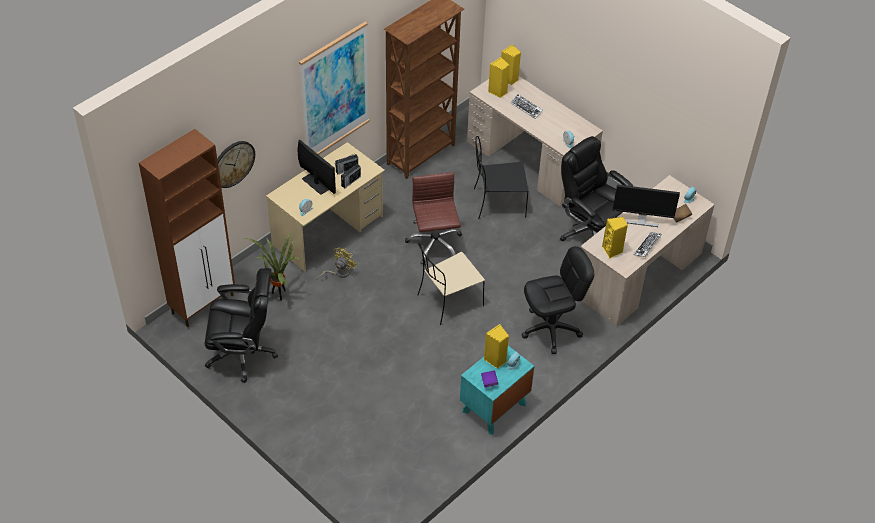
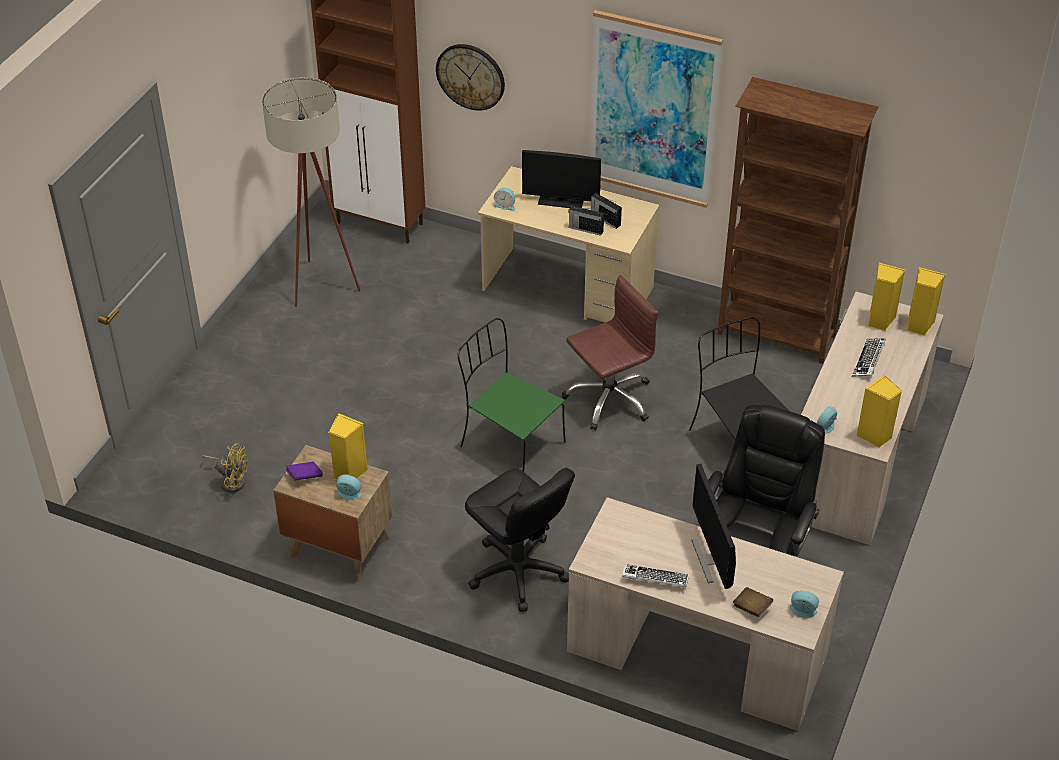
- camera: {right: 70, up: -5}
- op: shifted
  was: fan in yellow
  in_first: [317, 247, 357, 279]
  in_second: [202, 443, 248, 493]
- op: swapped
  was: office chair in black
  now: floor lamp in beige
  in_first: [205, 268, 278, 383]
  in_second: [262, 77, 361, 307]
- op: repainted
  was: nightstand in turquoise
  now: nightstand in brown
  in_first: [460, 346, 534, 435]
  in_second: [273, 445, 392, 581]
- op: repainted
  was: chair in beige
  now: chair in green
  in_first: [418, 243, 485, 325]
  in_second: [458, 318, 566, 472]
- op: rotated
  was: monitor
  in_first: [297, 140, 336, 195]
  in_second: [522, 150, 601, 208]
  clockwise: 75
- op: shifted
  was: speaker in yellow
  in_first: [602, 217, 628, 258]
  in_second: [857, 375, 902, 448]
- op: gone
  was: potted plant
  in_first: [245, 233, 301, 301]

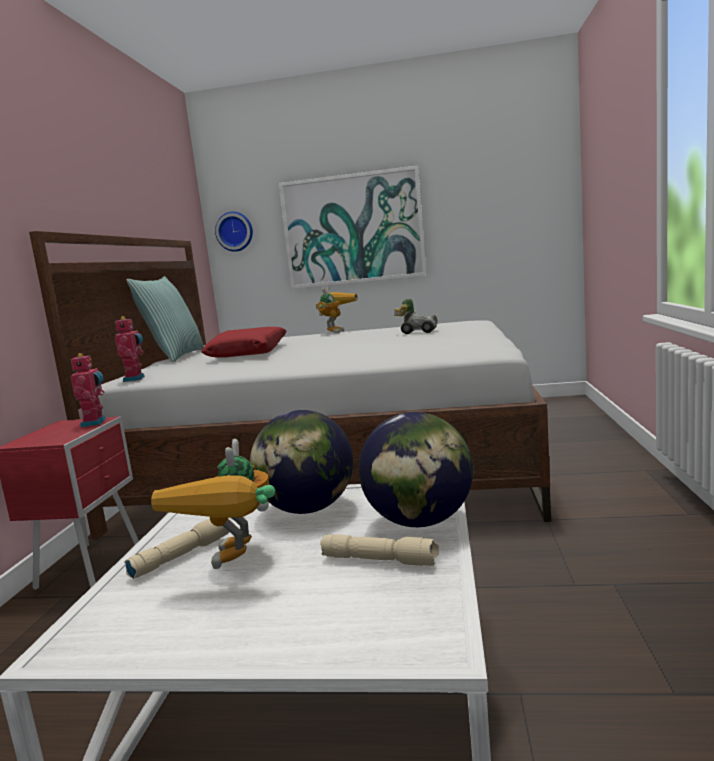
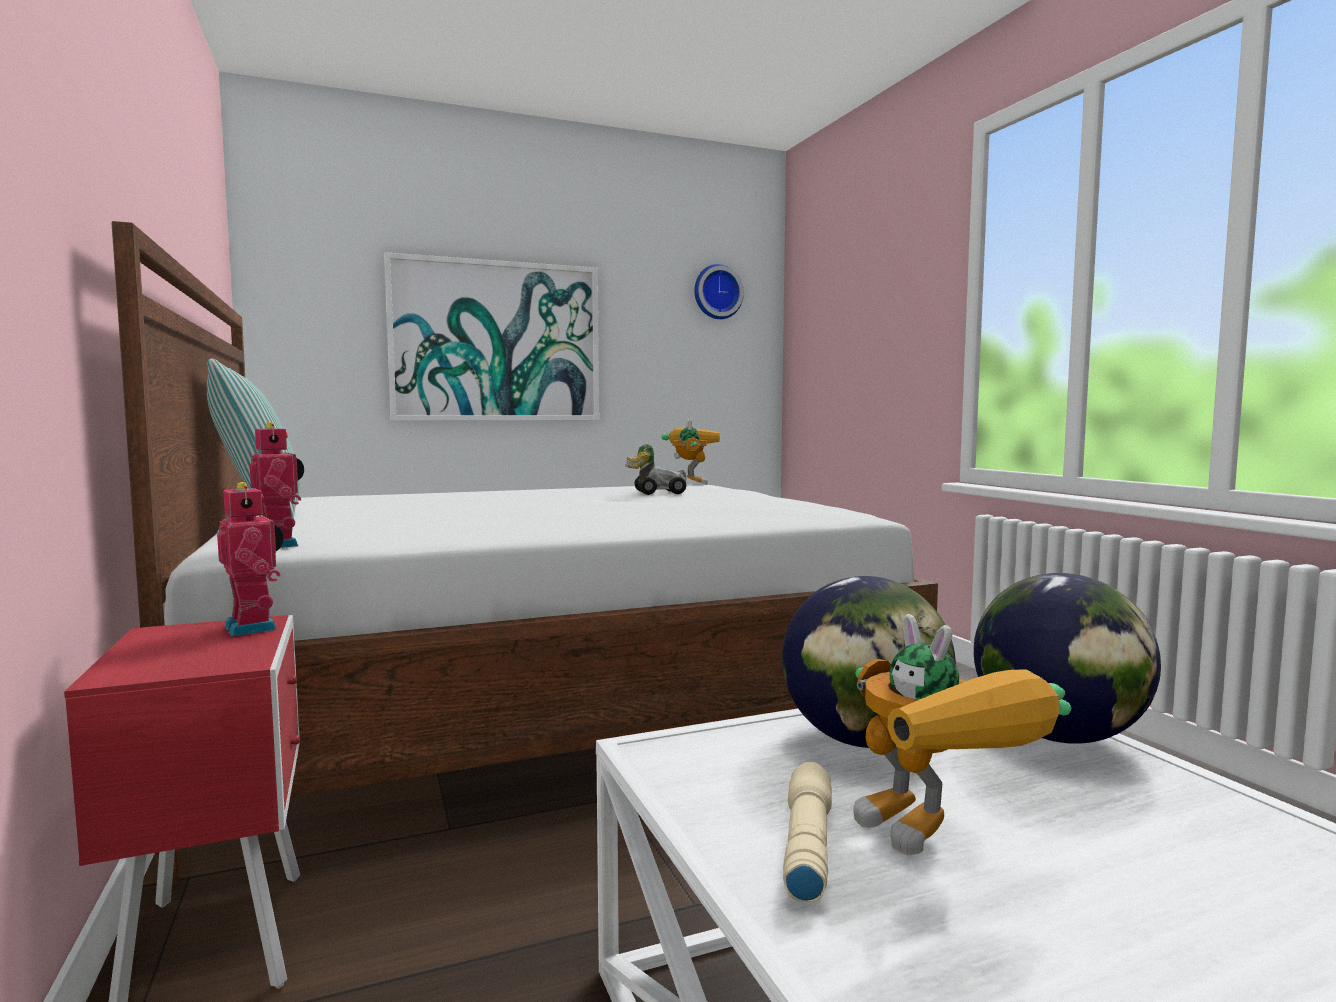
- camera: {right: -30, up: -5}
- op: shifted
  was: toy robot
  in_first: [316, 287, 358, 334]
  in_second: [661, 419, 720, 485]
- op: shifted
  was: wall clock
  in_first: [215, 212, 253, 252]
  in_second: [694, 264, 744, 319]
- op: gone
  was: pillow in red
  in_first: [201, 327, 286, 358]
- op: gone
  was: flashlight in beige
  in_first: [320, 534, 439, 566]

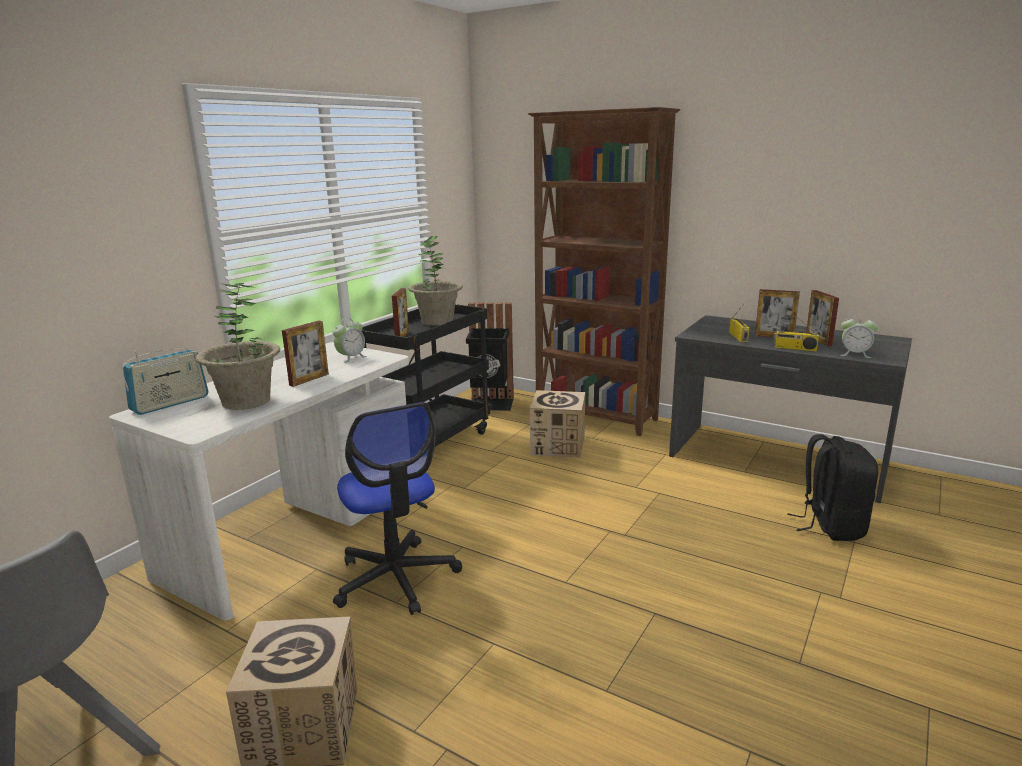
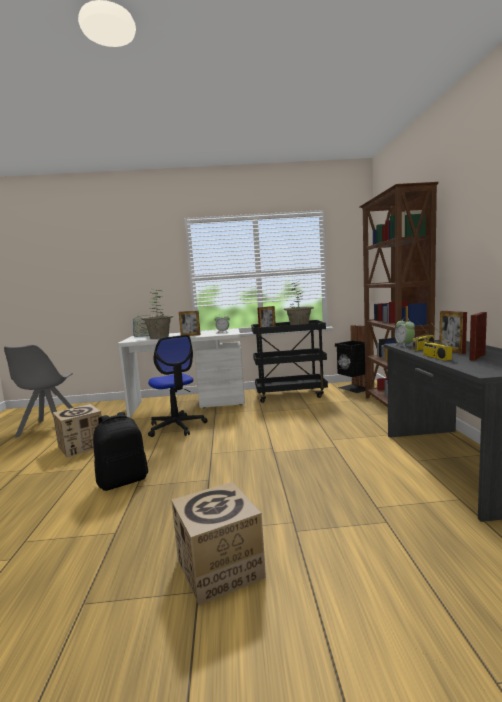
- camera: {right: 55, up: -10}
- op: shifted
  was: backpack in black
  in_first: [787, 434, 878, 541]
  in_second: [93, 412, 148, 491]
- op: rotated
  was: office chair
  in_first: [333, 402, 462, 615]
  in_second: [148, 335, 207, 437]
  clockwise: -60
- op: shifted
  was: cardboard box
  in_first: [530, 390, 585, 458]
  in_second: [171, 482, 266, 605]
- op: shifted
  was: alarm clock
  in_first: [840, 314, 878, 358]
  in_second: [395, 317, 415, 348]

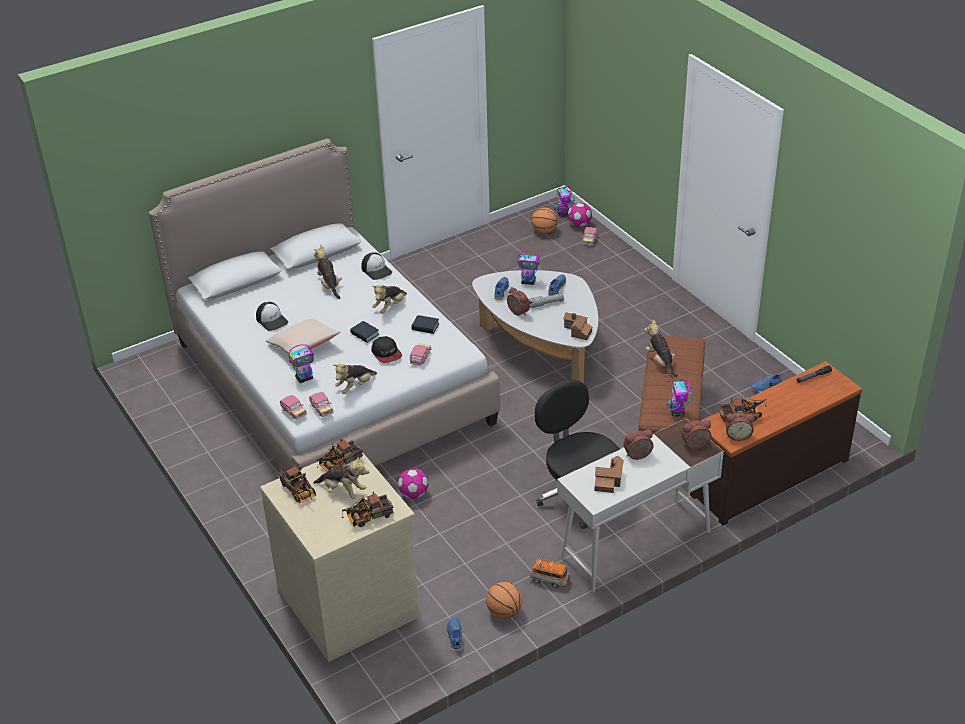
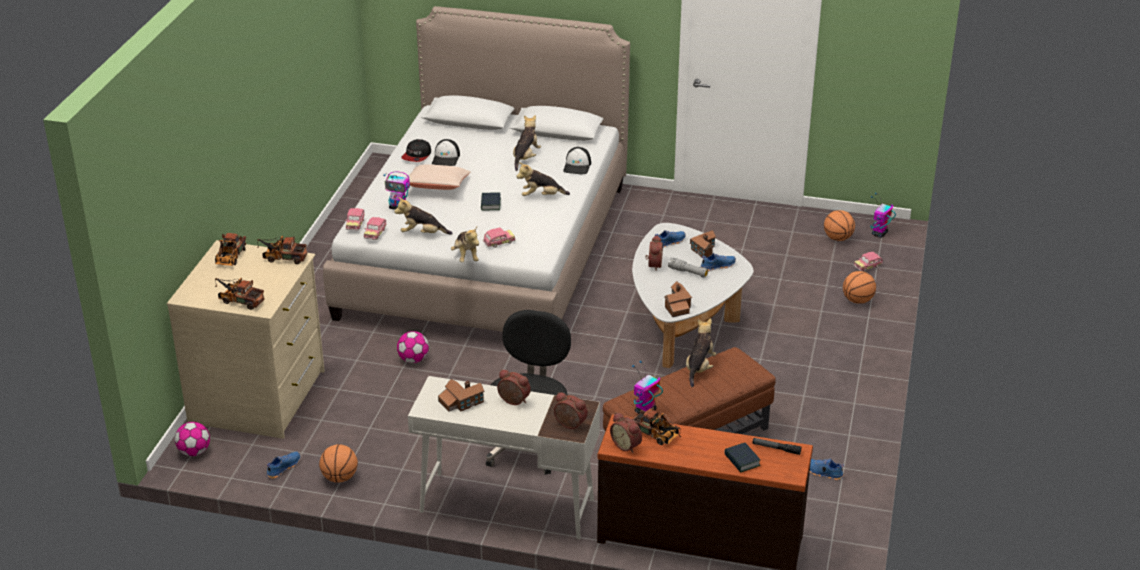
- camera: {right: 45, up: -5}
- op: shifted
  was: football
  in_first: [568, 203, 592, 227]
  in_second: [175, 422, 210, 456]
- op: shifted
  was: cap
  in_first: [371, 336, 402, 363]
  in_second: [401, 139, 431, 162]
- op: shifted
  was: plush toy
  in_first: [313, 455, 369, 499]
  in_second: [451, 227, 479, 262]
- op: swapped
  was: toy robot
  now: toy house
  in_first: [517, 251, 540, 285]
  in_second: [690, 230, 716, 257]
- op: shifted
  was: book
  in_first: [411, 315, 439, 334]
  in_second: [724, 443, 760, 473]
- op: new
  now: basketball
  in_second: [843, 271, 876, 304]
- op: gone
  was: toy car
  in_first: [529, 558, 570, 588]

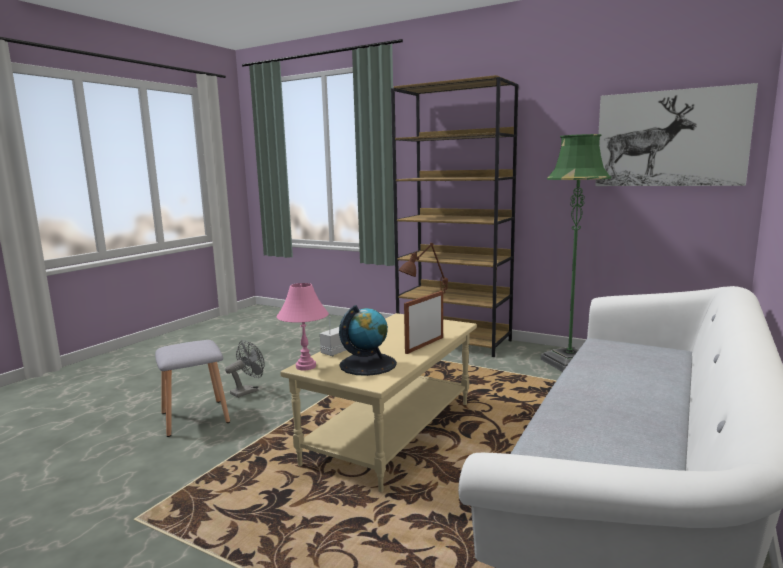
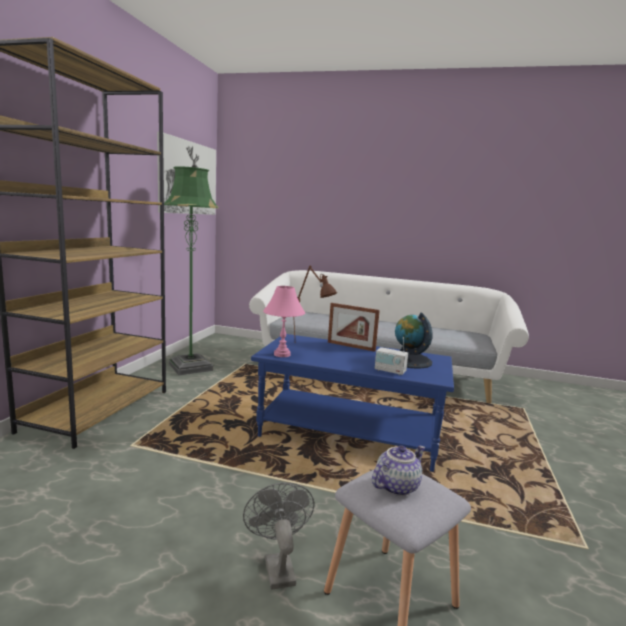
- camera: {right: -105, up: 0}
- op: rotated
  was: fan in grey
  in_first: [225, 340, 265, 398]
  in_second: [243, 482, 315, 590]
  clockwise: 45
- op: repainted
  was: coffee table in beige
  now: coffee table in blue
  in_first: [280, 313, 477, 492]
  in_second: [251, 334, 454, 472]
- op: shifted
  was: table lamp in pink
  in_first: [277, 283, 329, 370]
  in_second: [263, 286, 305, 357]
- op: new
  now: teapot
  in_second: [372, 445, 425, 496]

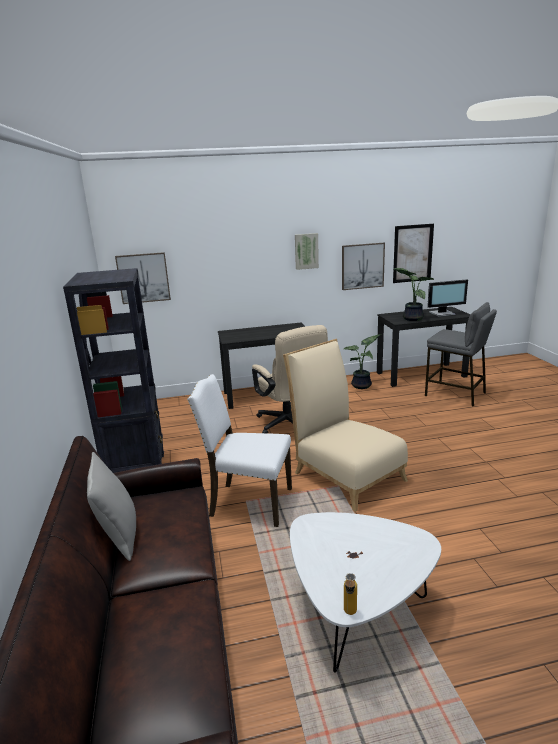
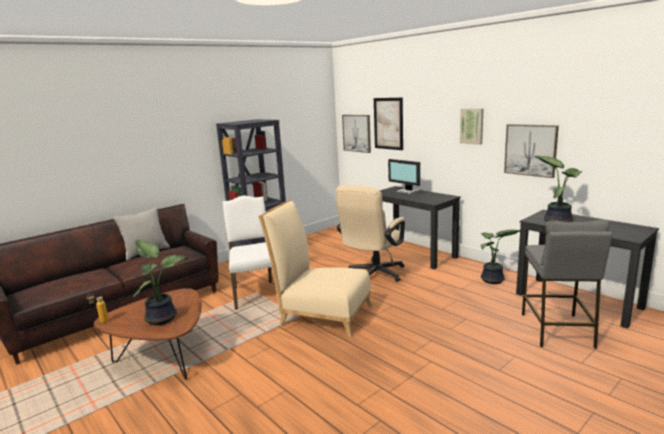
- camera: {right: 60, up: -5}
- op: repainted
  was: coffee table in white
  now: coffee table in brown
  in_first: [290, 512, 441, 673]
  in_second: [94, 288, 202, 379]
- op: new
  now: potted plant
  in_second: [133, 240, 188, 325]
- op: rotated
  was: chair in beige
  in_first: [283, 339, 408, 512]
  in_second: [258, 199, 373, 337]
  clockwise: -90
- op: shifted
  was: picture
  in_first: [393, 224, 434, 283]
  in_second: [374, 98, 403, 150]
- op: shifted
  was: monitor
  in_first: [428, 279, 468, 317]
  in_second: [388, 159, 421, 194]

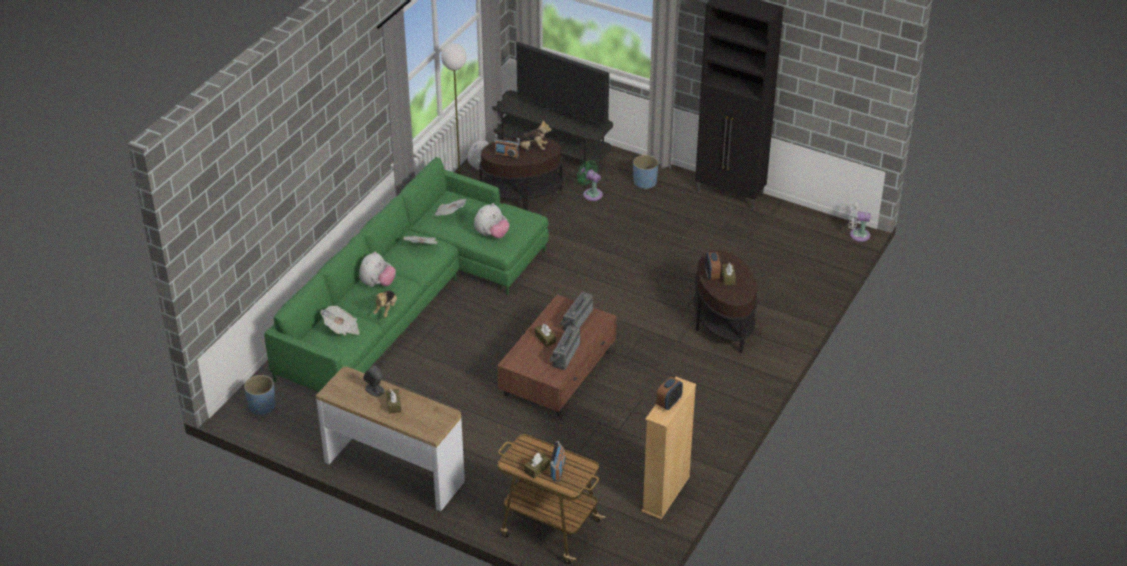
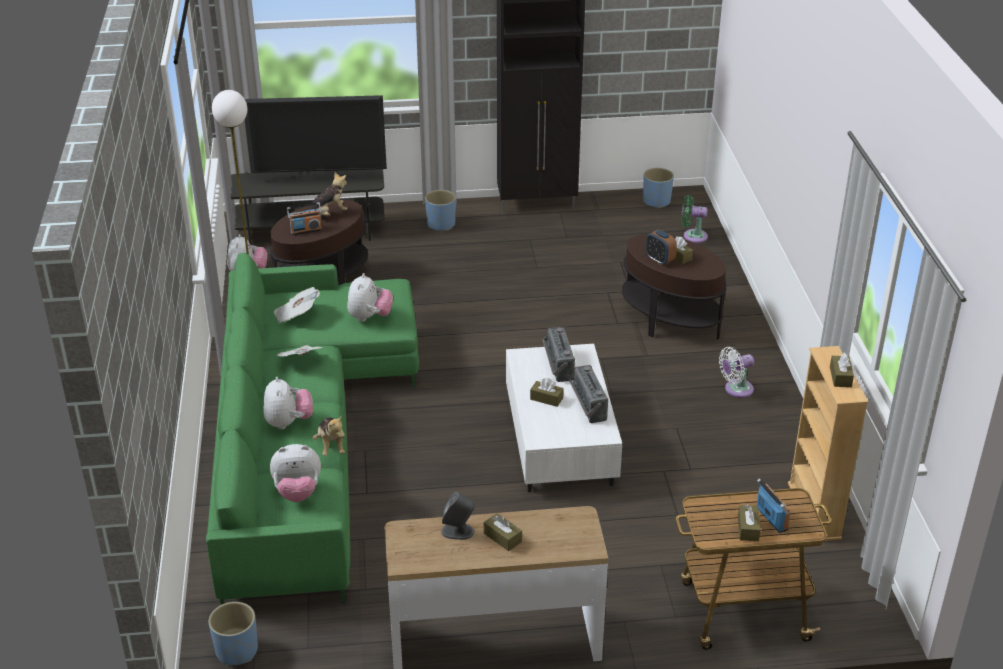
- camera: {right: -35, up: -5}
- op: swapped
  was: newspaper
  now: plush toy
  in_first: [321, 306, 360, 335]
  in_second: [270, 444, 321, 502]
- op: repainted
  was: coffee table in brown
  now: coffee table in white
  in_first: [497, 295, 616, 417]
  in_second: [506, 344, 622, 492]
- op: new
  now: planter in blue
  in_second: [643, 168, 674, 208]
- op: shifted
  was: fan in green
  in_first: [576, 160, 603, 201]
  in_second: [681, 195, 708, 243]
- op: shifted
  was: fan in white
  in_first: [848, 202, 871, 242]
  in_second: [719, 347, 754, 398]
- op: swapped
  was: alarm clock
  now: tissue box in brown
  in_first: [656, 377, 683, 410]
  in_second: [830, 353, 854, 387]

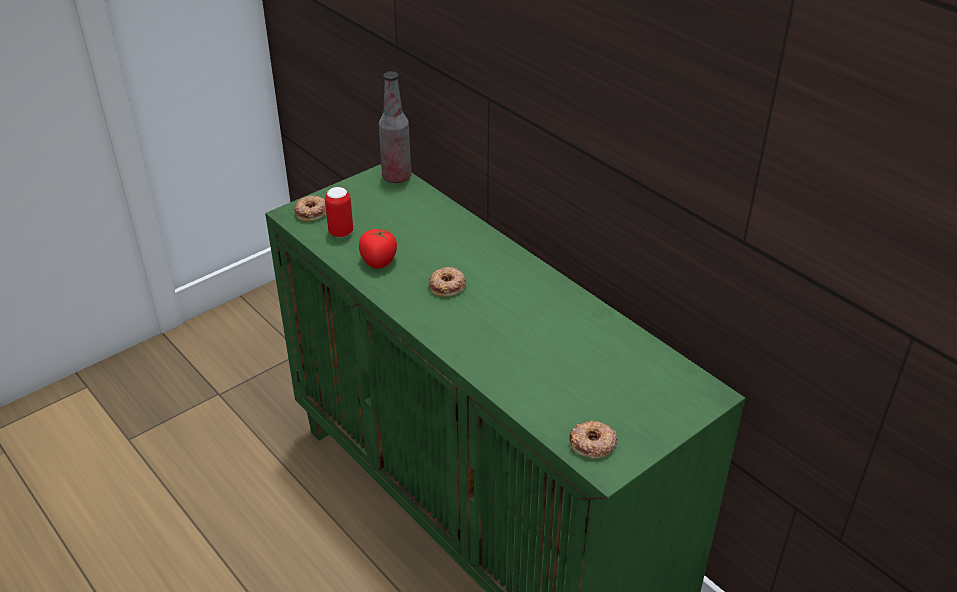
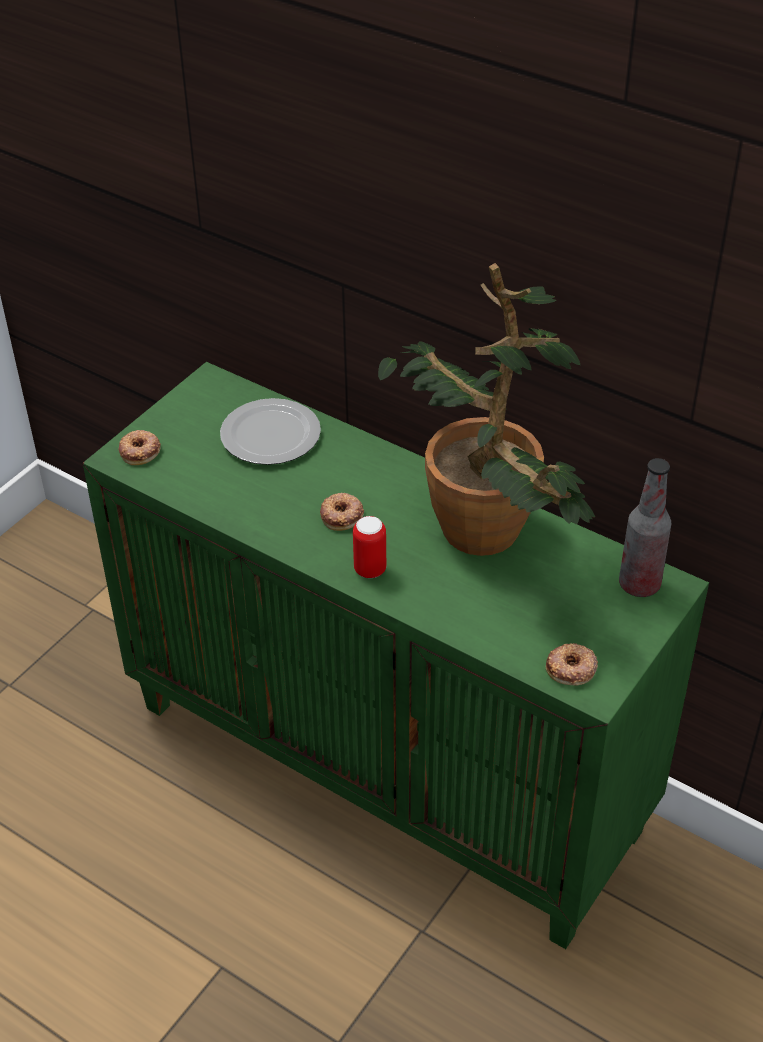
- camera: {right: -15, up: 5}
- op: new
  now: plate
  in_second: [220, 398, 321, 465]
- op: shifted
  was: can
  in_first: [325, 187, 353, 237]
  in_second: [353, 516, 386, 578]
- op: new
  now: potted plant
  in_second: [378, 263, 595, 556]
- op: shifted
  was: bottle
  in_first: [379, 71, 411, 183]
  in_second: [619, 458, 671, 597]
- op: gone
  was: tomato
  in_first: [359, 227, 397, 269]

